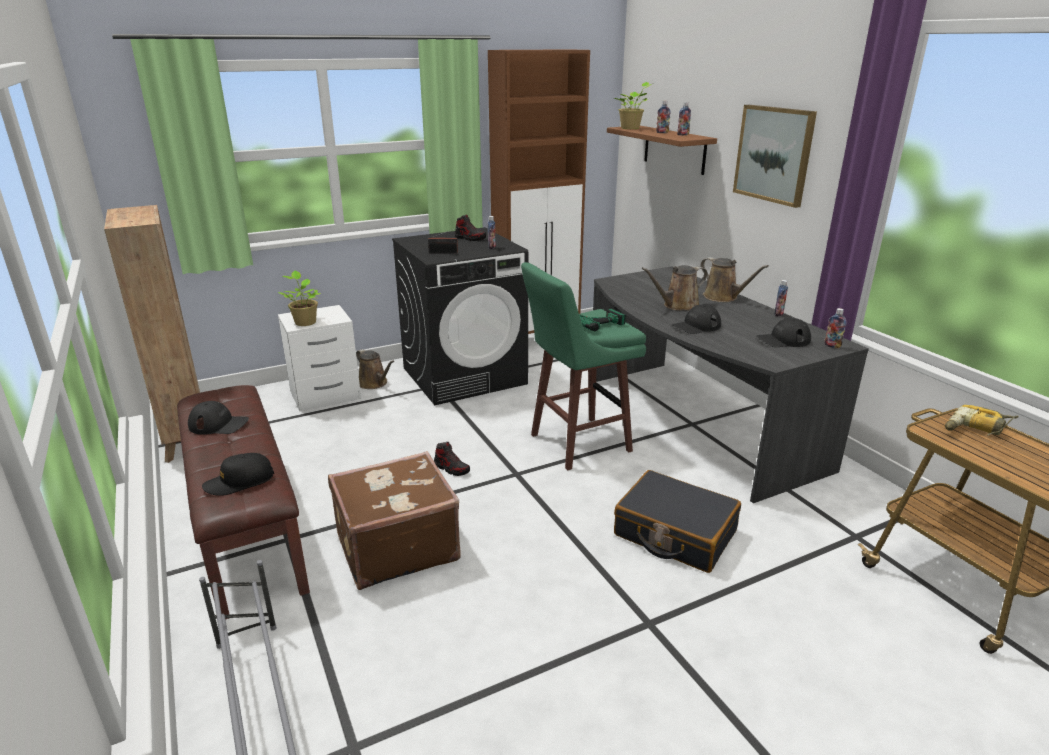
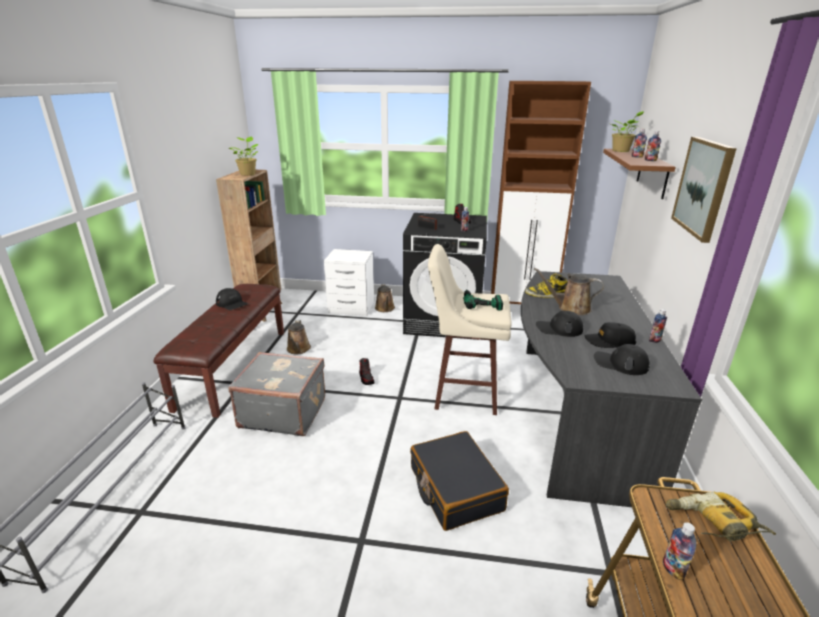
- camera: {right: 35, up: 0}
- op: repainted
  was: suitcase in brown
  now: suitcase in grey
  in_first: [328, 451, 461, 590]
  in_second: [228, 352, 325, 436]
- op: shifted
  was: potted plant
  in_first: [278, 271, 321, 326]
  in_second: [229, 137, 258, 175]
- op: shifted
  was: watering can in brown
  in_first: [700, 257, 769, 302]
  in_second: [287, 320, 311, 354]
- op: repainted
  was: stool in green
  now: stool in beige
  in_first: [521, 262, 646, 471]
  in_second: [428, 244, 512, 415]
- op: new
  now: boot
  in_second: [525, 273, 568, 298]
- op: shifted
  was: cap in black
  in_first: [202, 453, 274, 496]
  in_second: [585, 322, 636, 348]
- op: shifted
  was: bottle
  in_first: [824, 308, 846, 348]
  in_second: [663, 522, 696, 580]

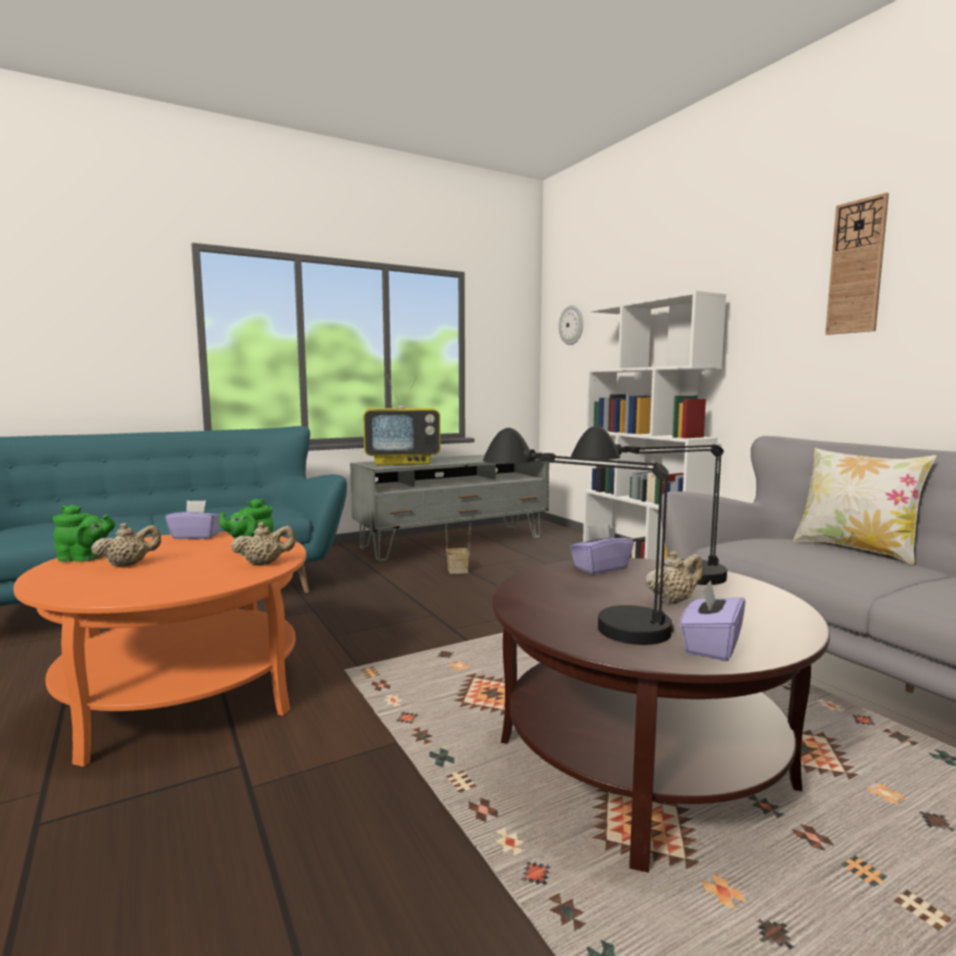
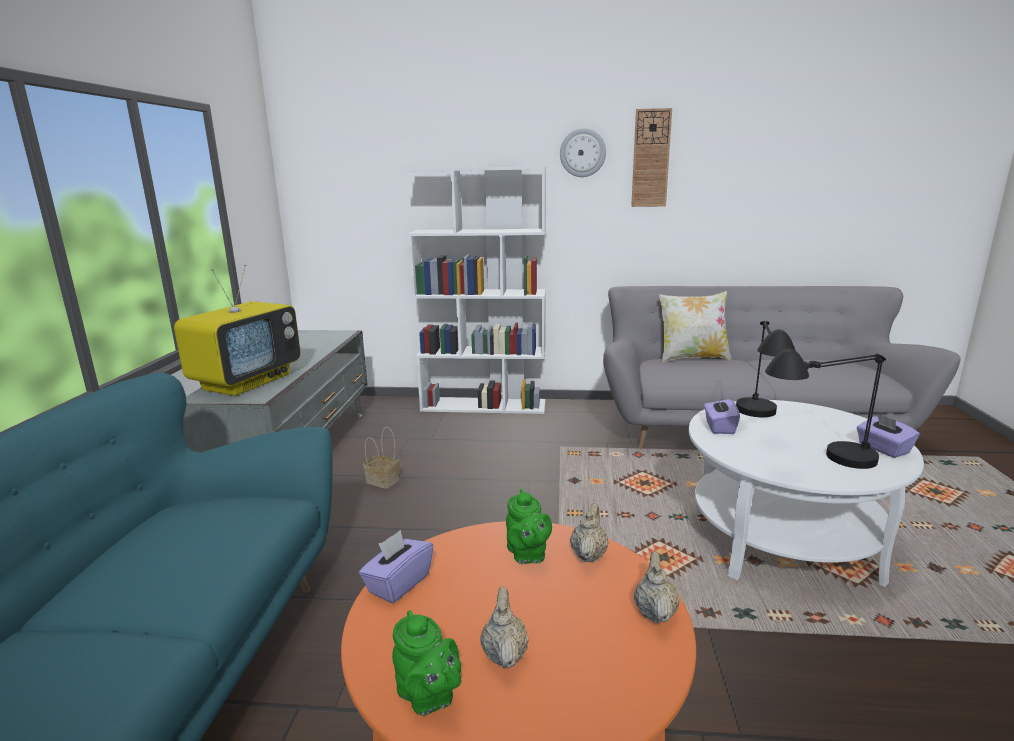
- camera: {right: -55, up: 10}
- op: rotated
  was: teapot in green
  in_first: [53, 505, 115, 562]
  in_second: [392, 610, 461, 716]
  clockwise: 105
- op: shifted
  was: wall clock
  in_first: [559, 305, 583, 345]
  in_second: [560, 128, 606, 177]
- op: shifted
  was: teapot in beige
  in_first: [645, 551, 704, 605]
  in_second: [634, 551, 680, 623]
- op: repainted
  was: coffee table in brown
  now: coffee table in white
  in_first: [492, 558, 830, 873]
  in_second: [689, 400, 924, 587]

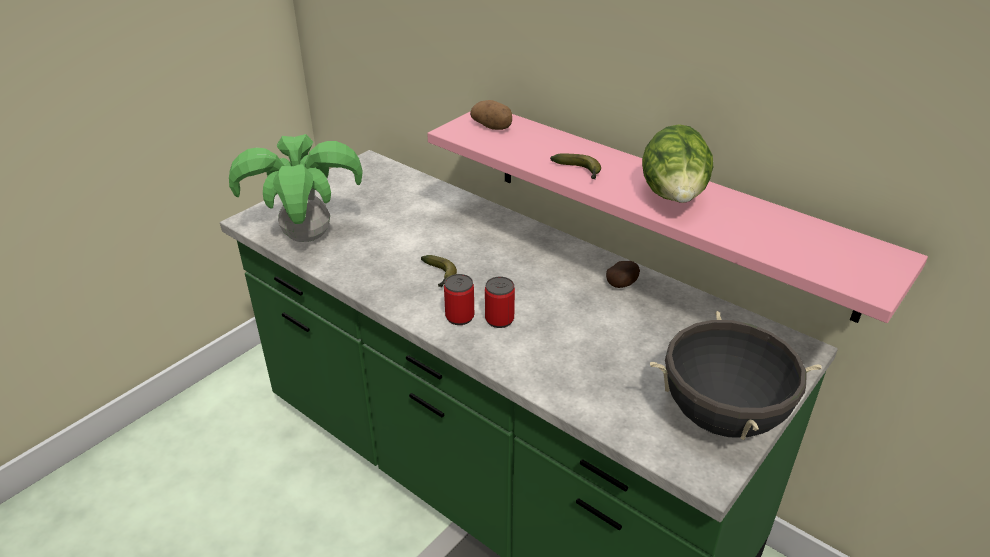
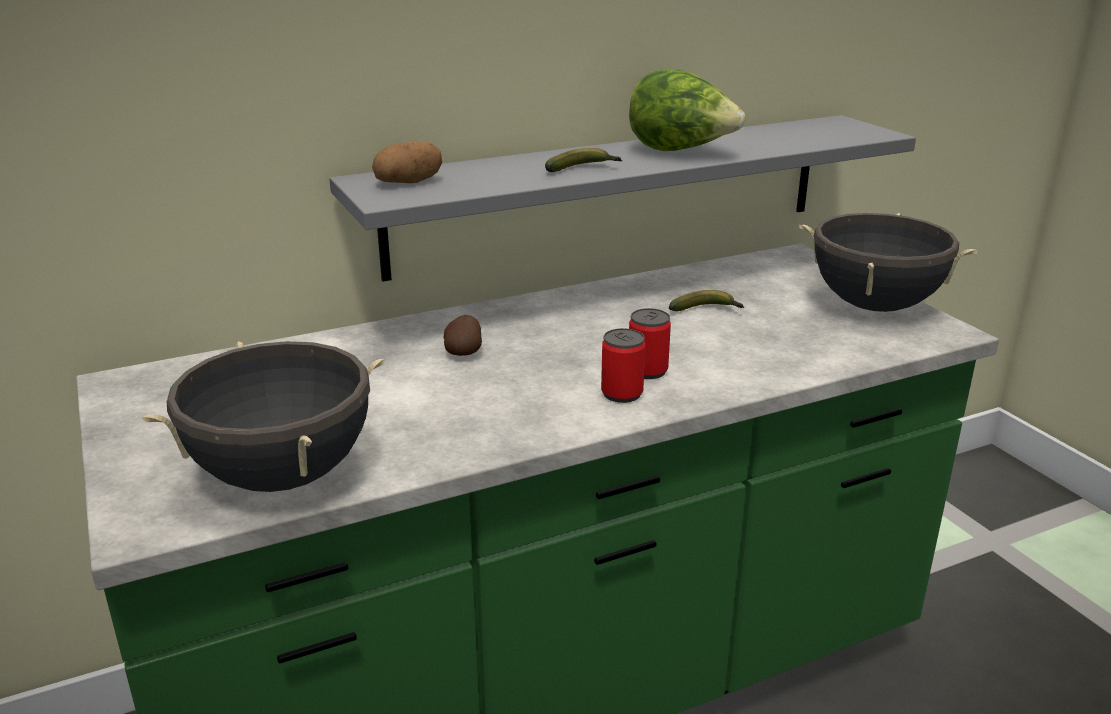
- camera: {right: -65, up: -10}
- op: swapped
  was: potted plant
  now: cooking pot in black
  in_first: [229, 134, 363, 242]
  in_second: [142, 341, 386, 492]
- op: repainted
  was: shelf in pink
  now: shelf in grey
  in_first: [427, 111, 928, 323]
  in_second: [329, 115, 916, 281]
- op: shifted
  was: potato
  in_first: [606, 261, 640, 288]
  in_second: [443, 315, 482, 356]
- op: shifted
  was: banana
  in_first: [421, 255, 457, 288]
  in_second: [669, 290, 744, 311]

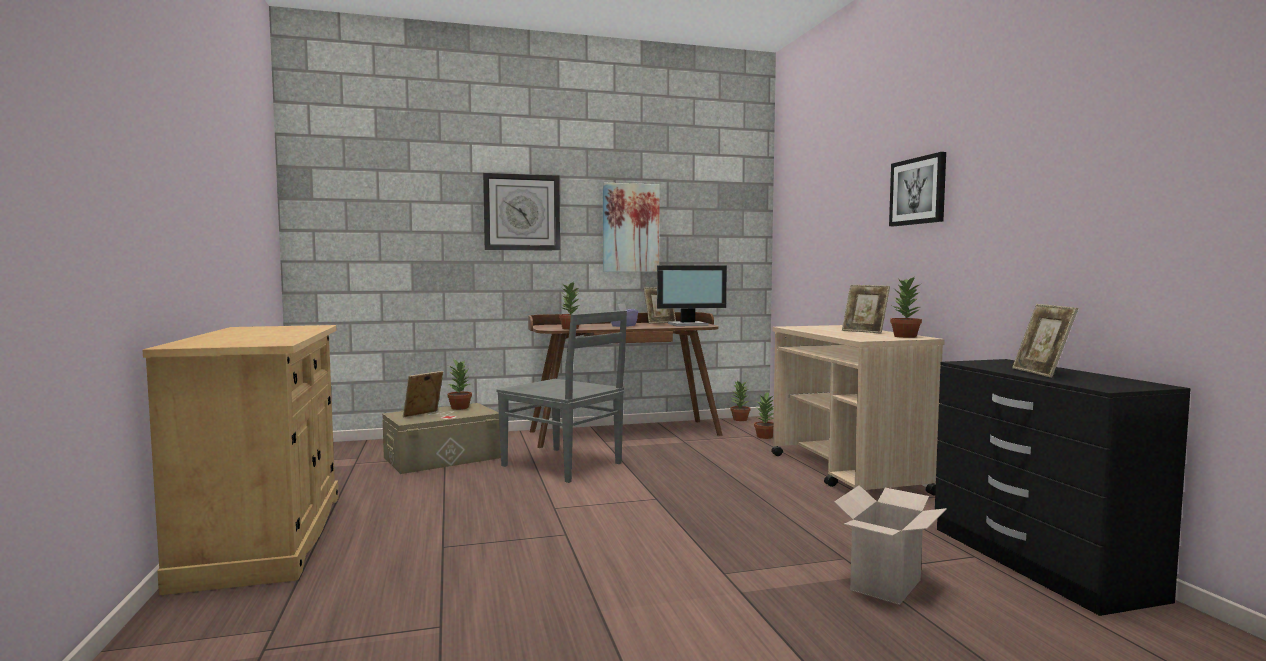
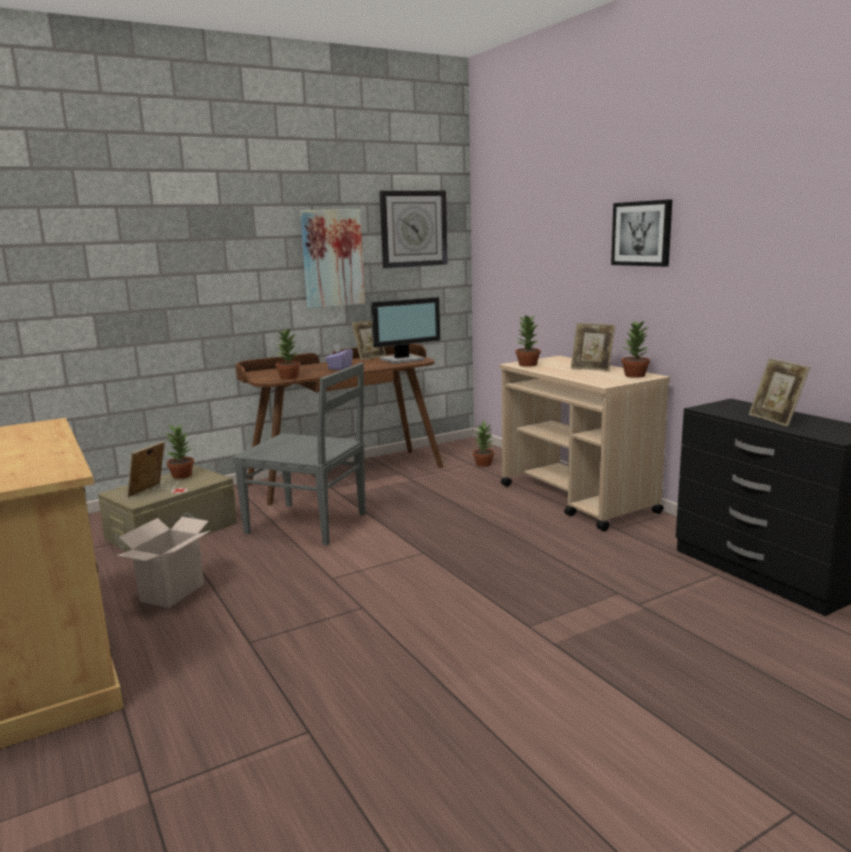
- camera: {right: -15, up: 10}
- op: shifted
  was: cardboard box
  in_first: [834, 485, 947, 605]
  in_second: [117, 517, 210, 608]
- op: shifted
  was: wall clock
  in_first: [483, 173, 560, 251]
  in_second: [379, 191, 448, 268]
- op: shifted
  was: potted plant
  in_first: [731, 381, 750, 421]
  in_second: [515, 315, 541, 367]

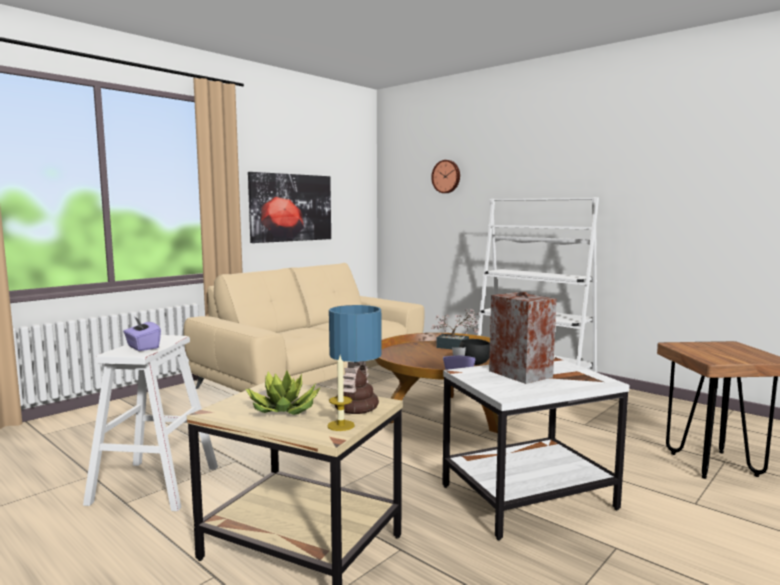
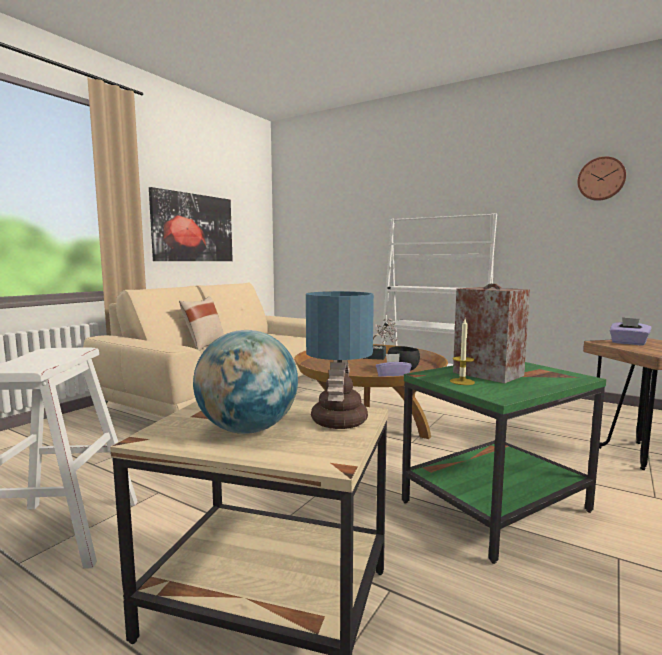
- camera: {right: -10, up: 0}
- op: new
  now: pillow in beige
  in_second: [179, 296, 224, 351]
- op: swapped
  was: potted plant
  now: globe
  in_first: [246, 371, 321, 415]
  in_second: [193, 330, 298, 434]
- op: repainted
  was: side table in white
  now: side table in green
  in_first: [443, 357, 629, 540]
  in_second: [402, 362, 606, 564]
- op: shifted
  was: candle
  in_first: [327, 356, 355, 431]
  in_second: [450, 319, 475, 385]
- op: shifted
  was: wall clock
  in_first: [431, 160, 460, 193]
  in_second: [577, 156, 626, 201]
- op: shifted
  was: tissue box in purple
  in_first: [123, 316, 161, 351]
  in_second: [610, 317, 651, 345]

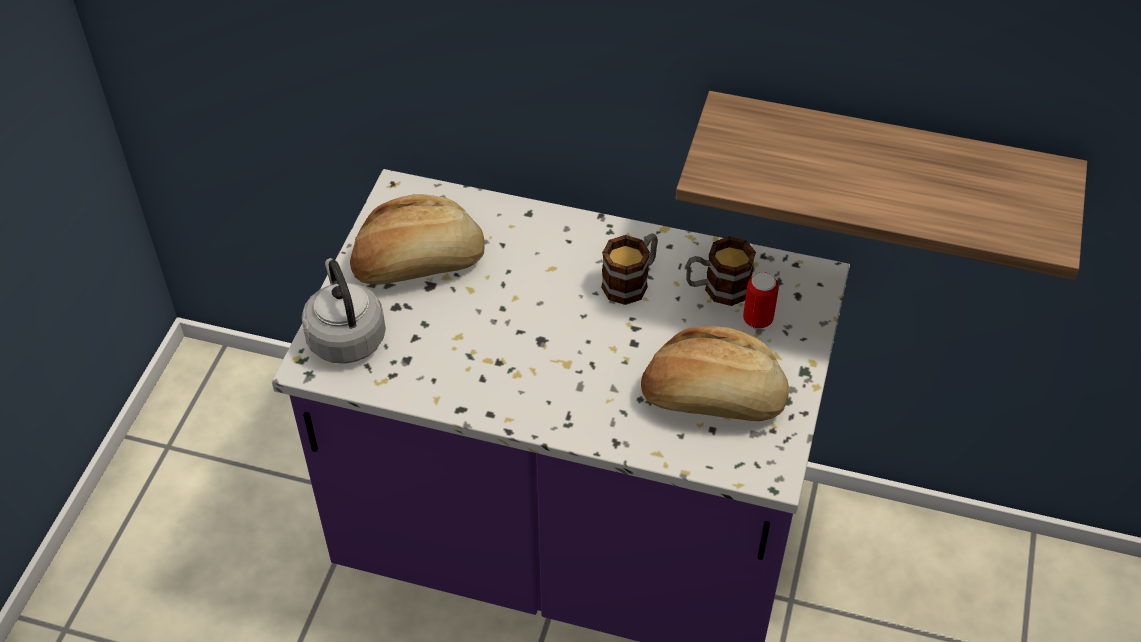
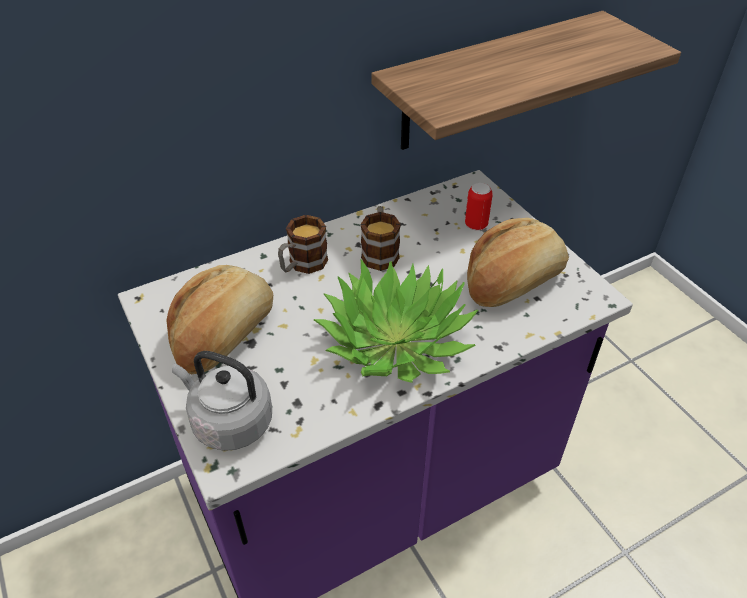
- camera: {right: -45, up: -5}
- op: shifted
  was: mug
  in_first: [686, 236, 756, 306]
  in_second: [278, 215, 328, 274]
- op: new
  now: potted plant
  in_second: [314, 259, 478, 383]

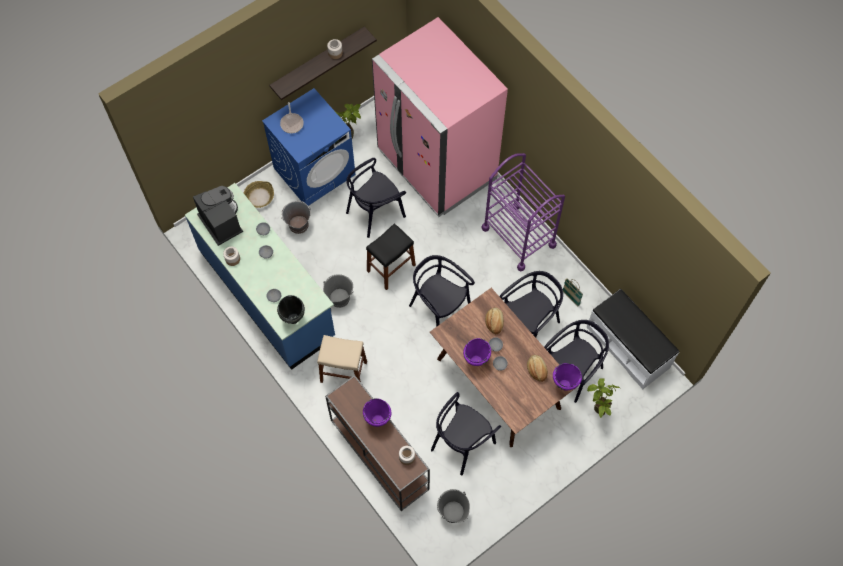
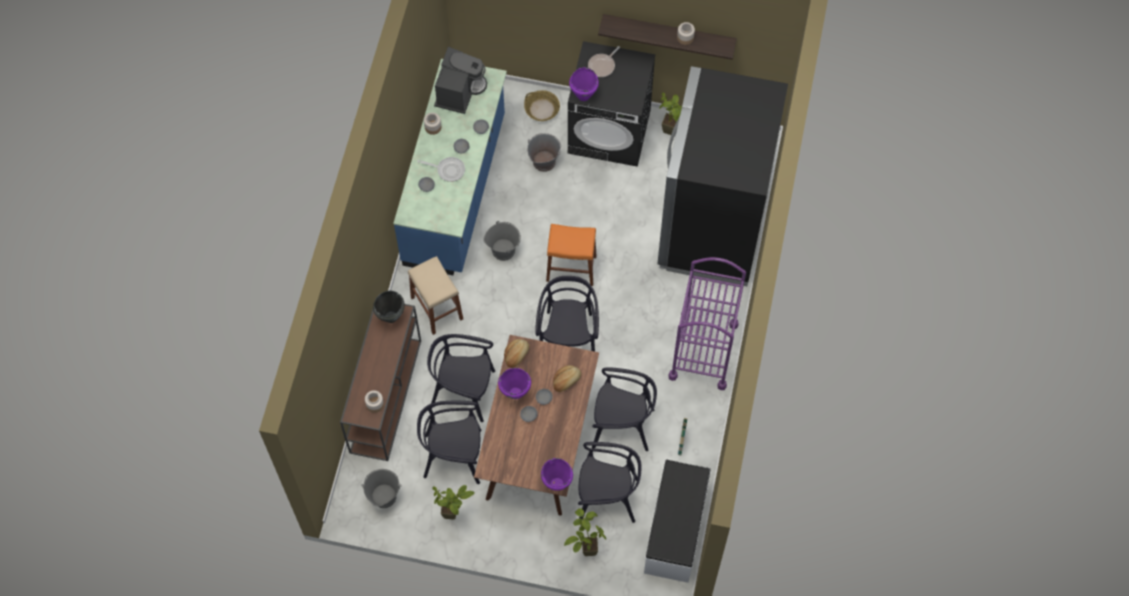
- camera: {right: 50, up: 0}
- op: shifted
  was: cooking pot in black
  in_first: [277, 295, 305, 324]
  in_second: [373, 291, 405, 323]
- op: new
  now: frying pan
  in_second: [417, 157, 465, 182]
- op: shifted
  was: chair in black
  in_first: [346, 158, 406, 238]
  in_second: [427, 334, 495, 422]
- op: new
  now: potted plant
  in_second: [433, 485, 475, 520]
- op: shifted
  was: bread
  in_first: [527, 355, 548, 382]
  in_second: [504, 339, 529, 368]
- op: repainted
  was: stool in black
  now: stool in orange
  in_first: [366, 223, 416, 290]
  in_second: [546, 224, 597, 286]
- op: repainted
  was: washing machine in blue
  now: washing machine in black
  in_first: [262, 88, 355, 206]
  in_second: [568, 41, 655, 167]
- op: shifted
  was: cooking pot in purple
  in_first: [363, 398, 391, 427]
  in_second: [569, 67, 599, 101]
- op: repainted
  was: fridge in pink
  now: fridge in black
  in_first: [372, 17, 508, 217]
  in_second: [657, 66, 788, 286]

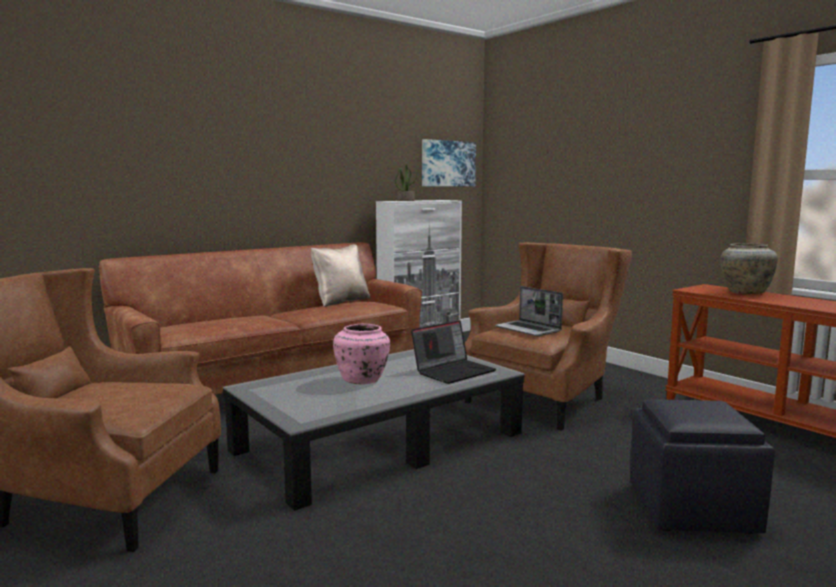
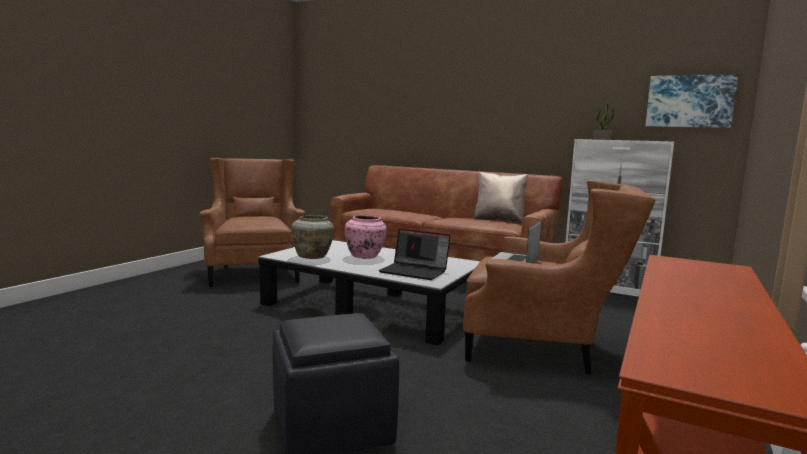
- camera: {right: 65, up: 0}
- op: shifted
  was: vase in beige
  in_first: [720, 243, 778, 294]
  in_second: [291, 215, 334, 259]

